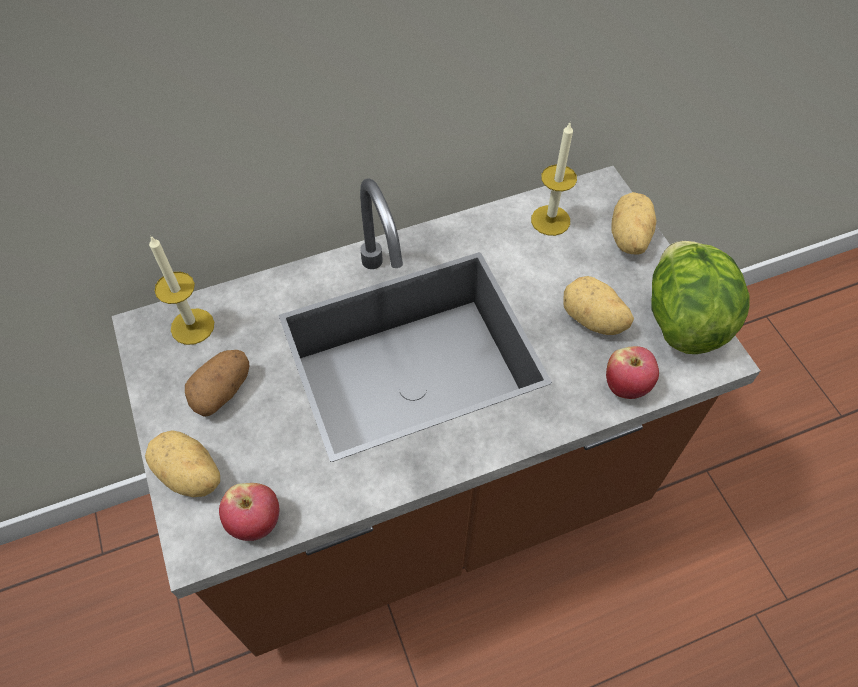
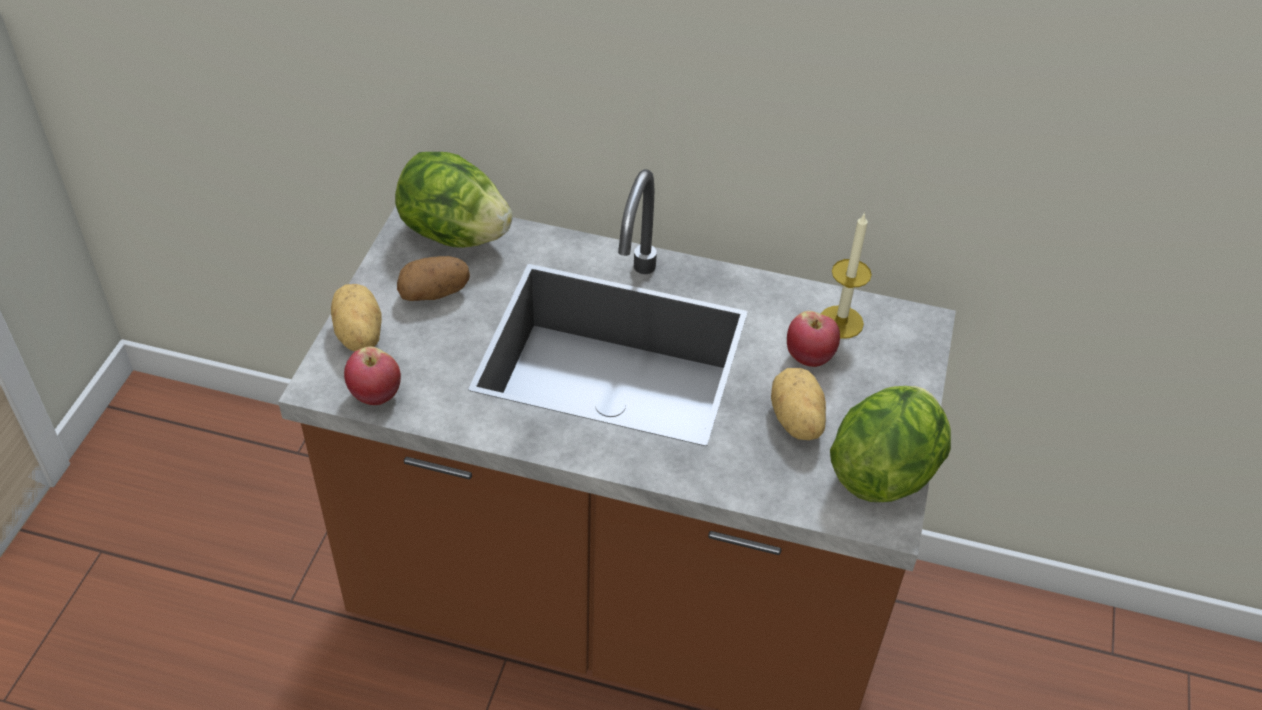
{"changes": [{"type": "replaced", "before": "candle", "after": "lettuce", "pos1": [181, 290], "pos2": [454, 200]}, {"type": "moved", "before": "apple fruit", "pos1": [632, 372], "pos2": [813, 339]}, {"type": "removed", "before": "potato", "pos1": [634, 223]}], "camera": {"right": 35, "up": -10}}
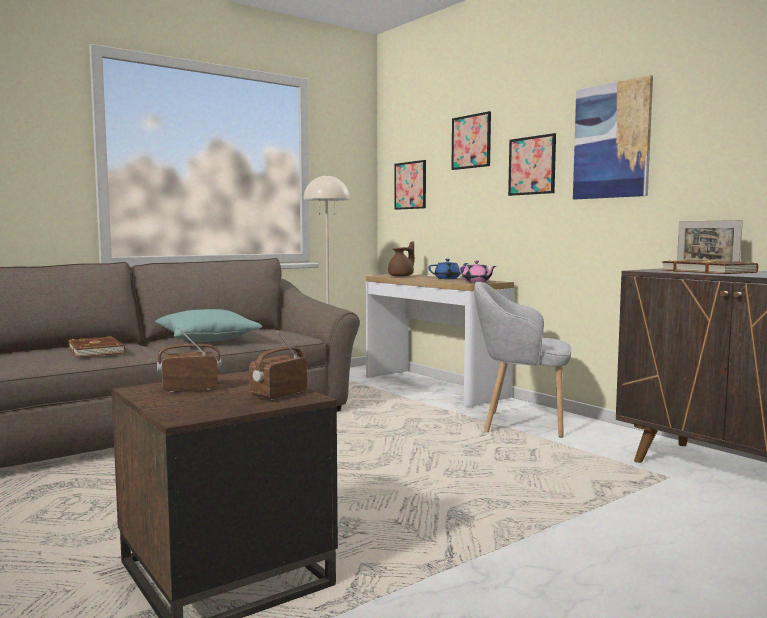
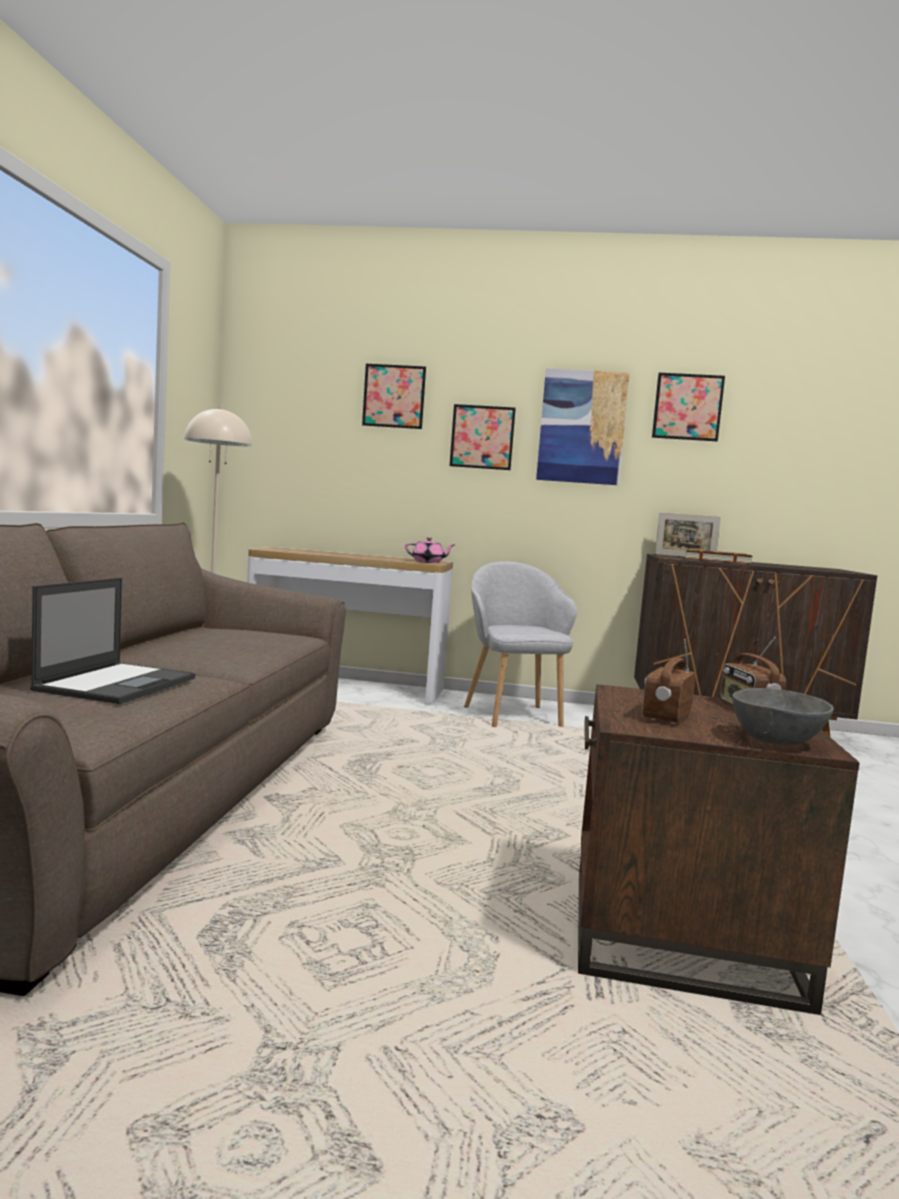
{"changes": [{"type": "replaced", "before": "brownish volume", "after": "portable computer", "pos1": [97, 347], "pos2": [112, 641]}, {"type": "removed", "before": "turquoise cushion", "pos1": [208, 325]}, {"type": "removed", "before": "brownish pot for tea", "pos1": [401, 259]}, {"type": "moved", "before": "wall art", "pos1": [410, 185], "pos2": [688, 407]}, {"type": "removed", "before": "blue-coloured pot for tea", "pos1": [448, 269]}, {"type": "turned", "before": "gray armchair", "pos1": [522, 360], "pos2": [520, 644], "turn": 105}, {"type": "added", "after": "gray serving bowl", "pos2": [783, 717]}], "camera": {"right": -45, "up": 0}}
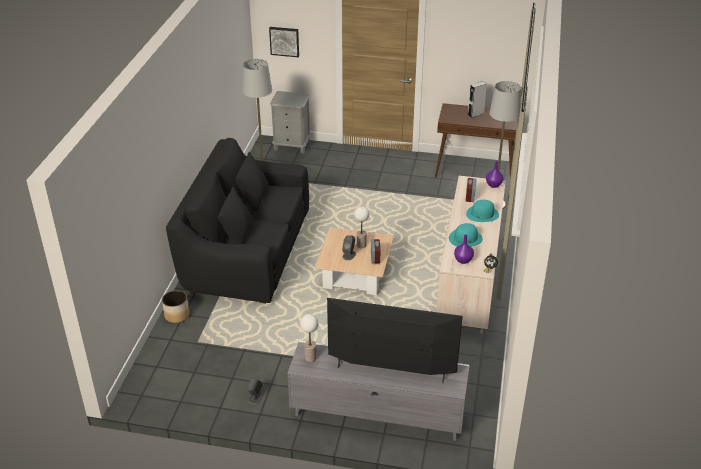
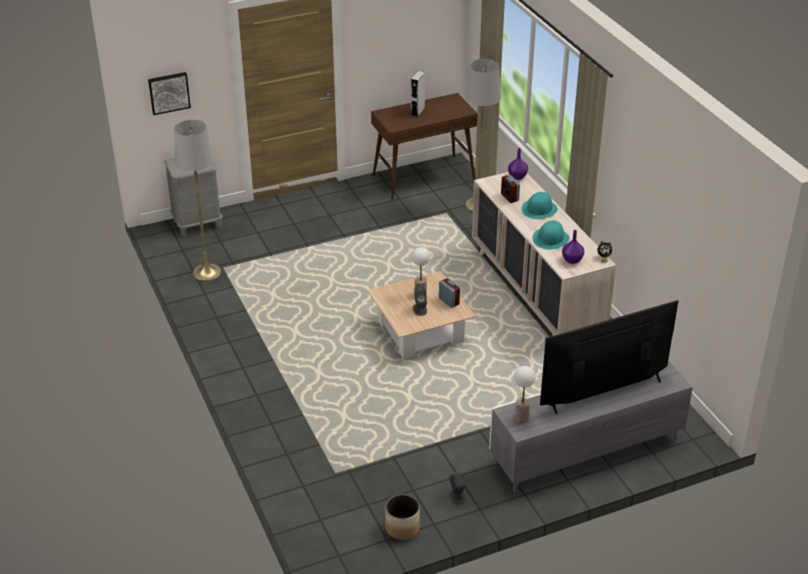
{"changes": [{"type": "moved", "before": "planter", "pos1": [175, 306], "pos2": [402, 517]}, {"type": "removed", "before": "black-coloured sofa", "pos1": [237, 220]}], "camera": {"right": -35, "up": 0}}
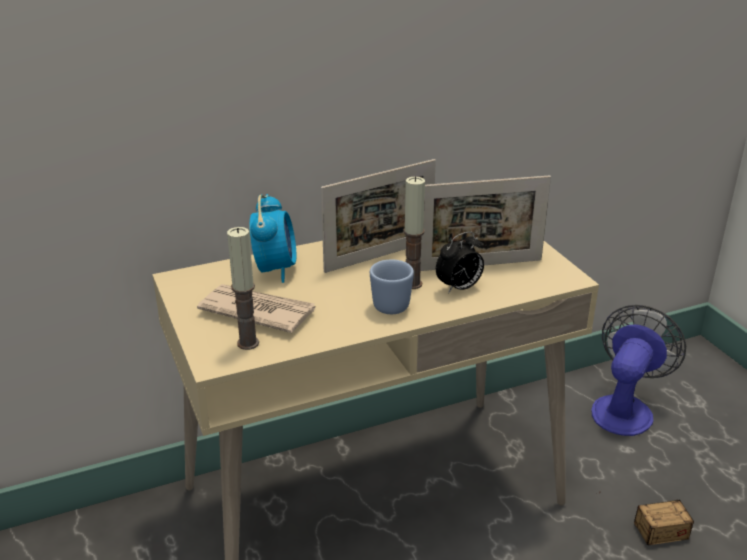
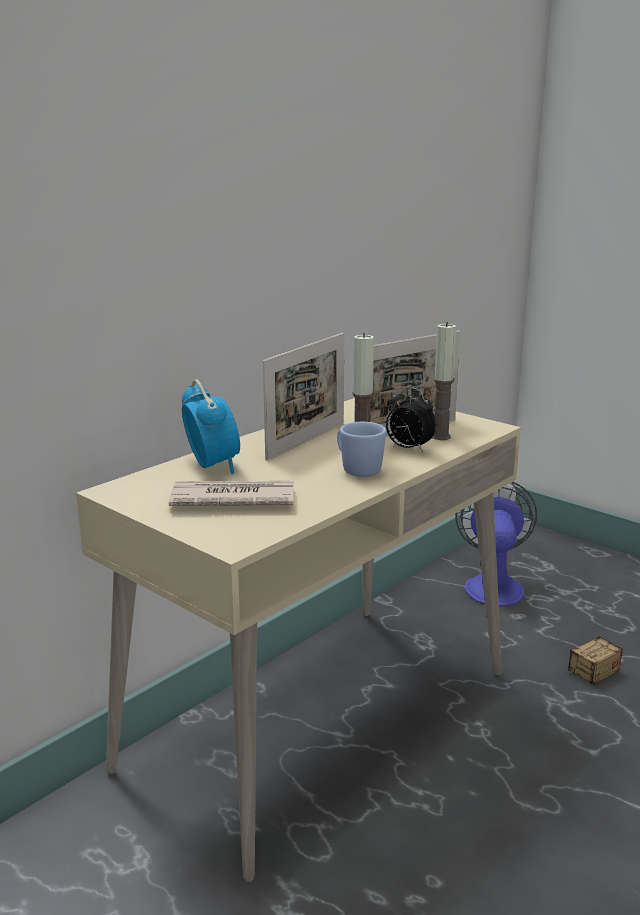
{"changes": [{"type": "moved", "before": "candle", "pos1": [243, 288], "pos2": [444, 381]}, {"type": "turned", "before": "bedside clock", "pos1": [460, 263], "pos2": [411, 419], "turn": 90}], "camera": {"right": -25, "up": -10}}
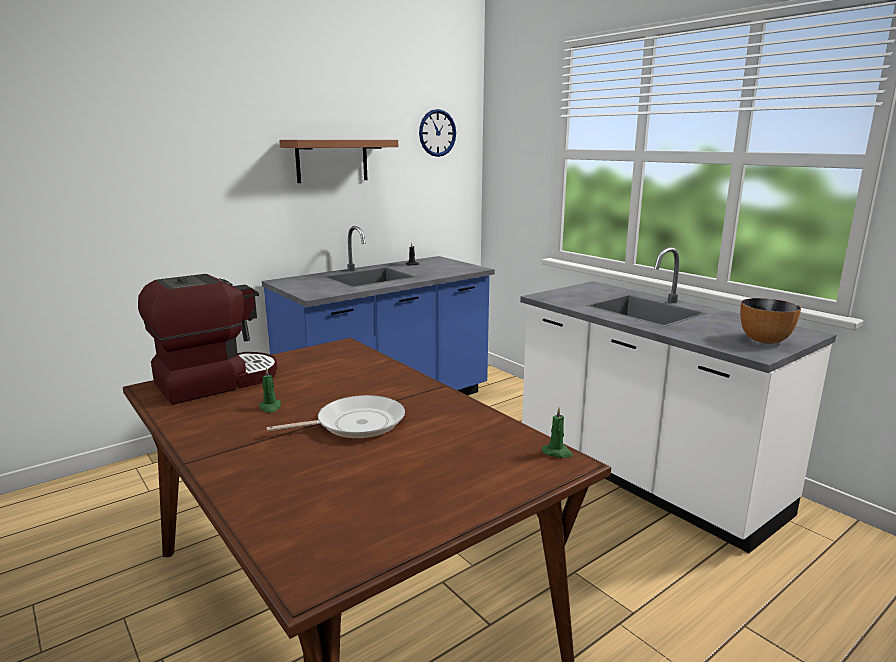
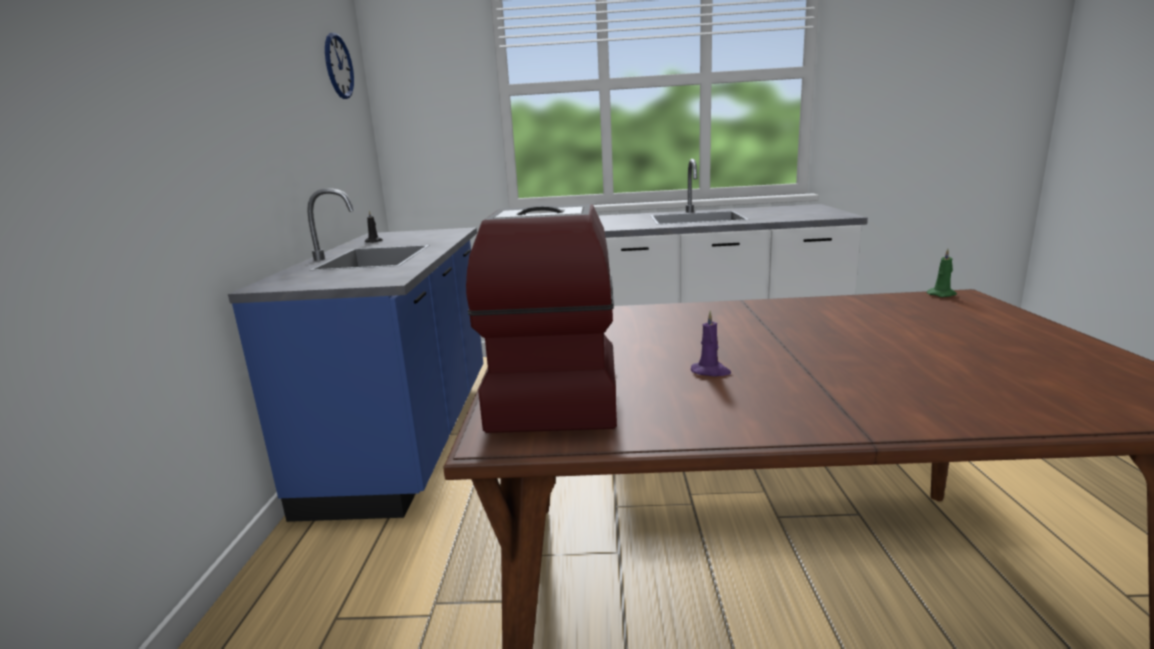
{"changes": [{"type": "recoloured", "before": "greenish candle", "after": "purple candle", "pos1": [270, 390], "pos2": [711, 343]}, {"type": "removed", "before": "skillet", "pos1": [336, 416]}, {"type": "removed", "before": "bracket shelf", "pos1": [338, 161]}, {"type": "removed", "before": "serving bowl", "pos1": [770, 321]}], "camera": {"right": -50, "up": 0}}
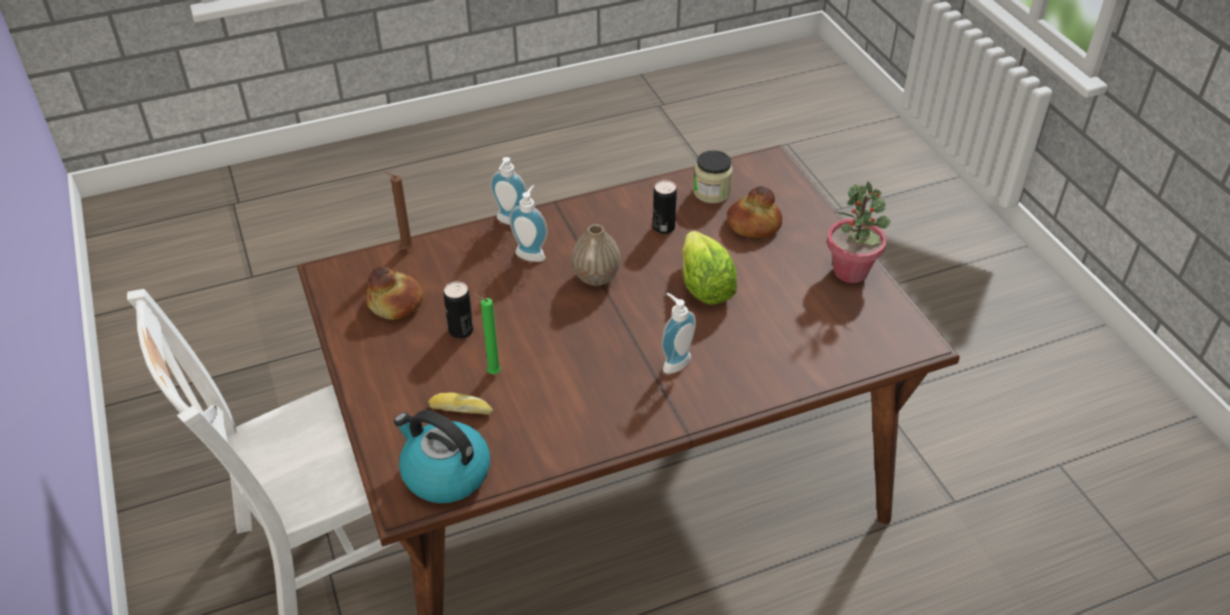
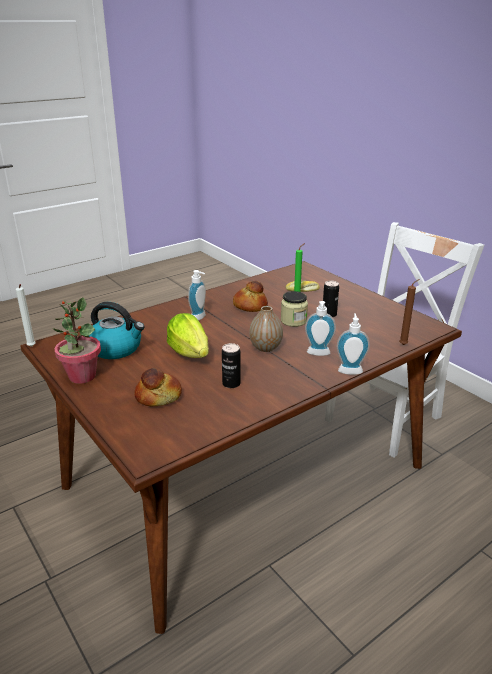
{"changes": [{"type": "moved", "before": "baked bread", "pos1": [395, 293], "pos2": [250, 296]}, {"type": "moved", "before": "water kettle", "pos1": [442, 456], "pos2": [116, 330]}, {"type": "moved", "before": "jar", "pos1": [713, 176], "pos2": [294, 309]}, {"type": "added", "after": "white-coloured candle", "pos2": [26, 315]}], "camera": {"right": 165, "up": -15}}
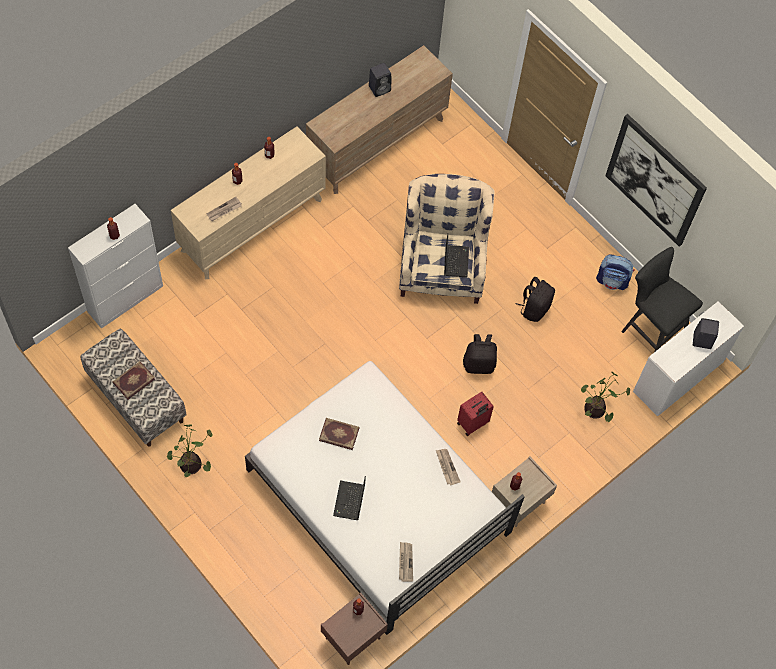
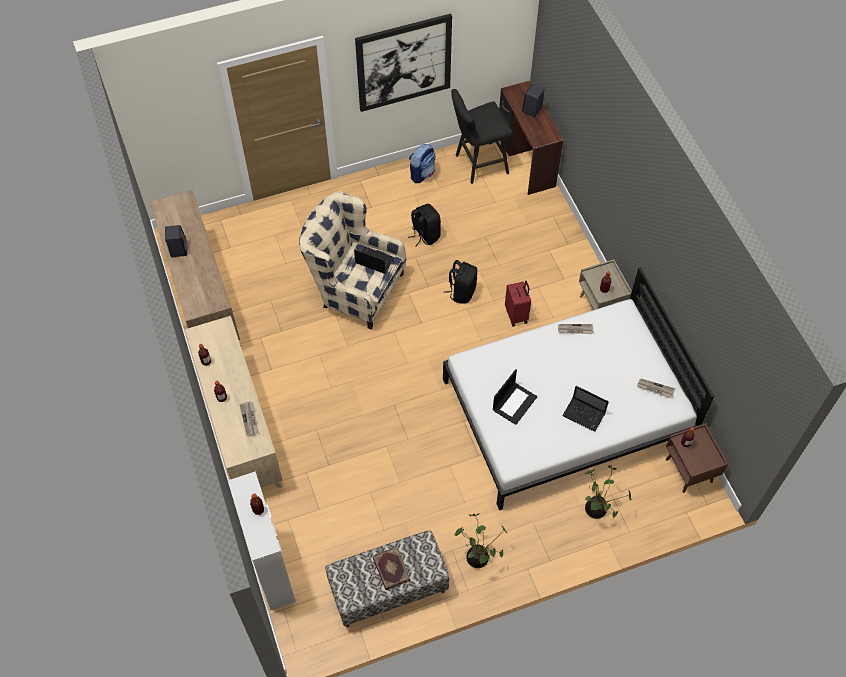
{"changes": [{"type": "replaced", "before": "volume", "after": "portable computer", "pos1": [339, 434], "pos2": [515, 397]}, {"type": "moved", "before": "plant in a pot", "pos1": [605, 396], "pos2": [608, 492]}, {"type": "recoloured", "before": "white-coloured desk table", "after": "brownish desk table", "pos1": [688, 358], "pos2": [531, 137]}], "camera": {"right": -65, "up": -5}}
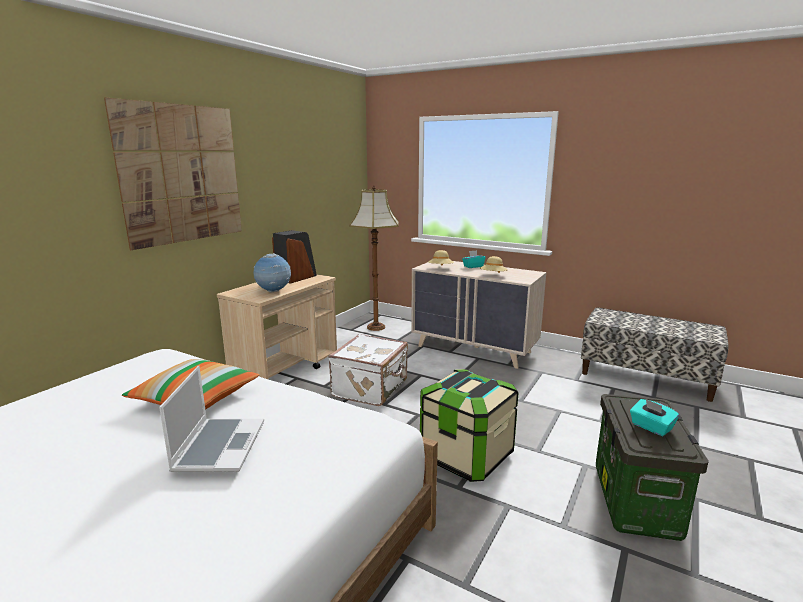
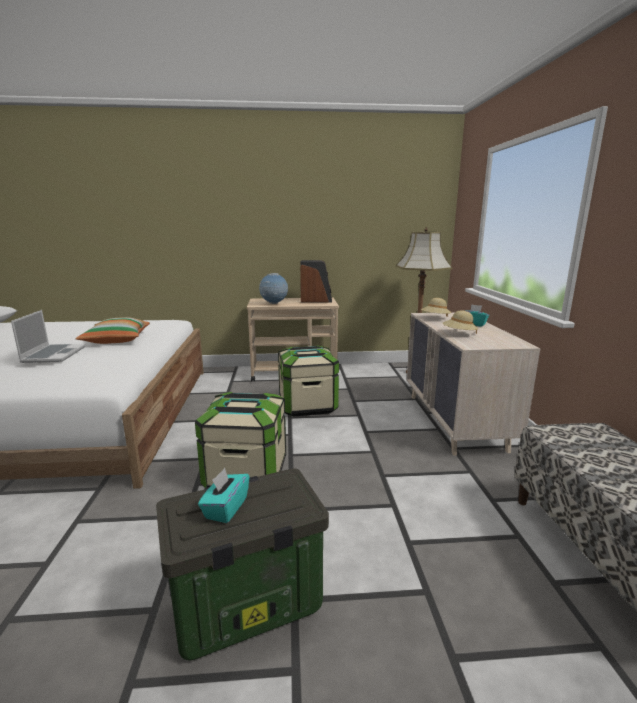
{"changes": [{"type": "removed", "before": "wall art", "pos1": [173, 173]}, {"type": "turned", "before": "portable computer", "pos1": [211, 419], "pos2": [48, 336], "turn": -60}, {"type": "replaced", "before": "white-coloured travel case", "after": "storage container", "pos1": [368, 370], "pos2": [308, 381]}], "camera": {"right": 55, "up": 0}}
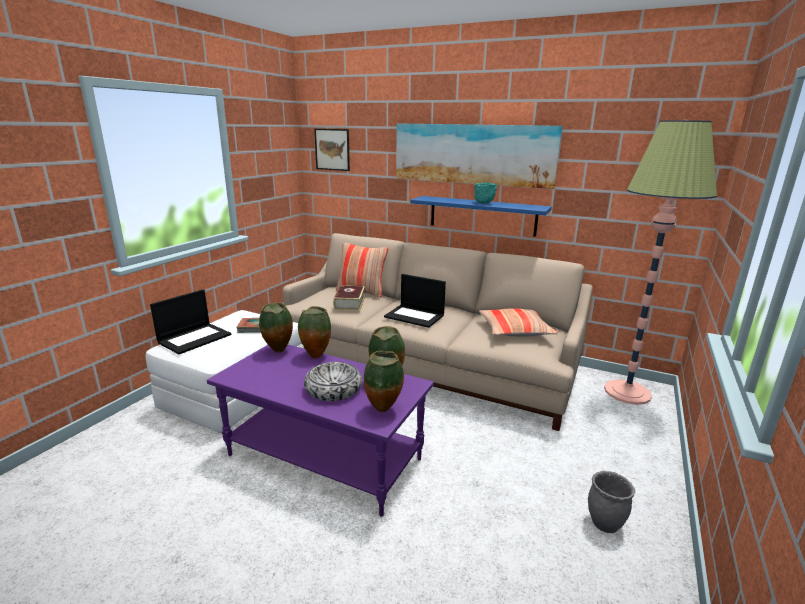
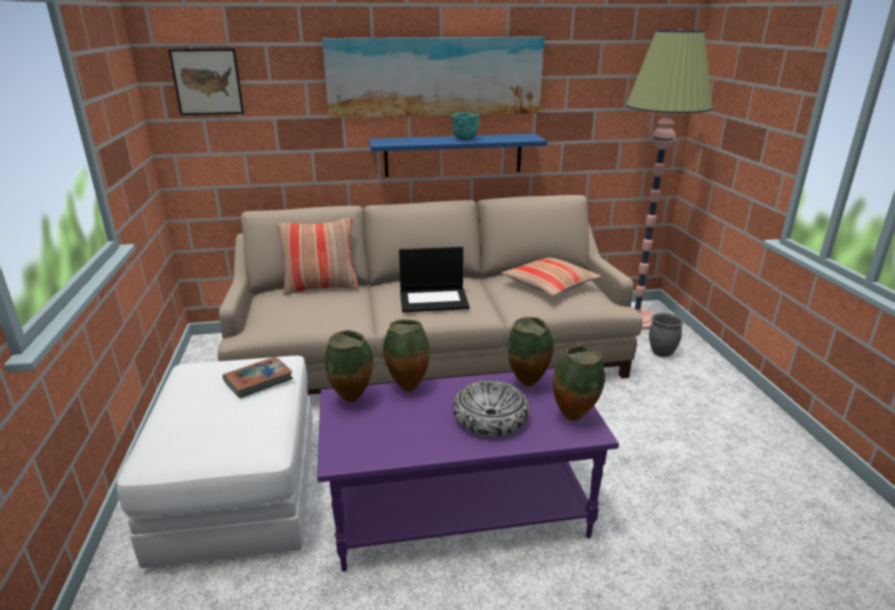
{"changes": [{"type": "removed", "before": "portable computer", "pos1": [190, 321]}, {"type": "removed", "before": "volume", "pos1": [349, 297]}, {"type": "moved", "before": "gray planter", "pos1": [611, 502], "pos2": [666, 334]}], "camera": {"right": -35, "up": 5}}
